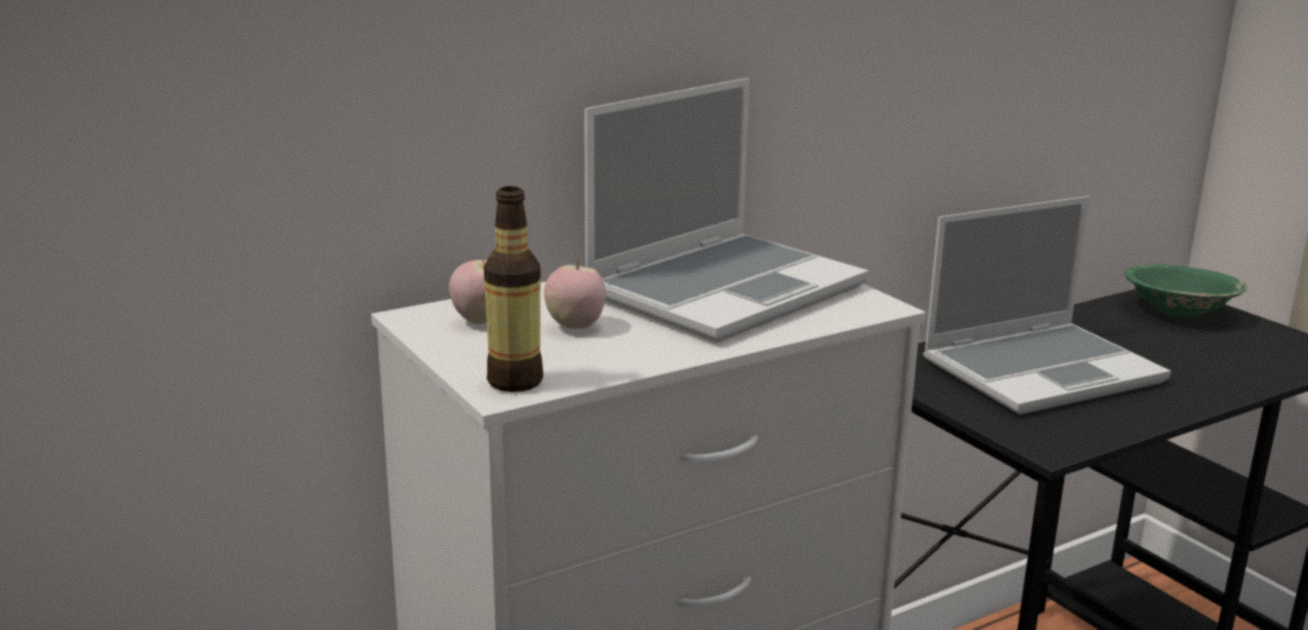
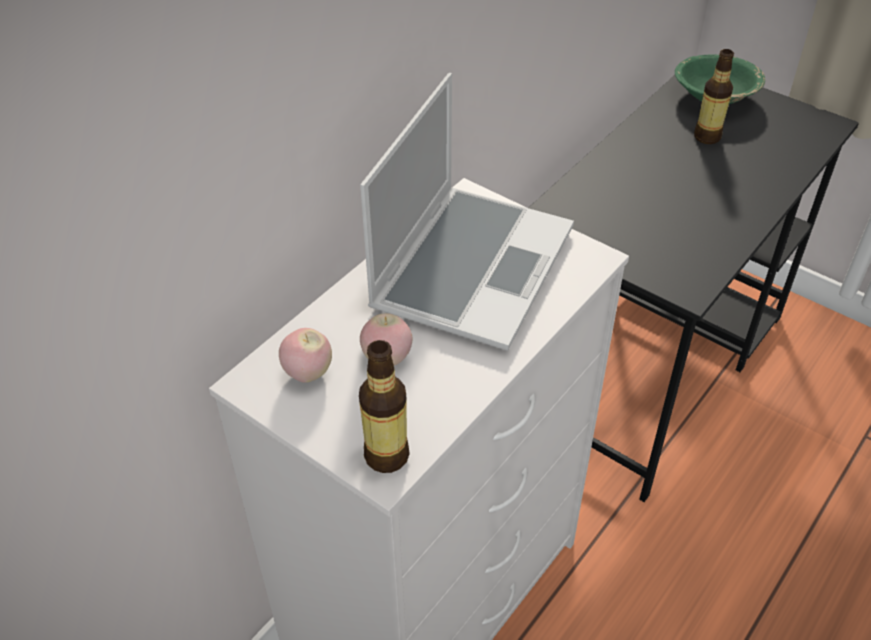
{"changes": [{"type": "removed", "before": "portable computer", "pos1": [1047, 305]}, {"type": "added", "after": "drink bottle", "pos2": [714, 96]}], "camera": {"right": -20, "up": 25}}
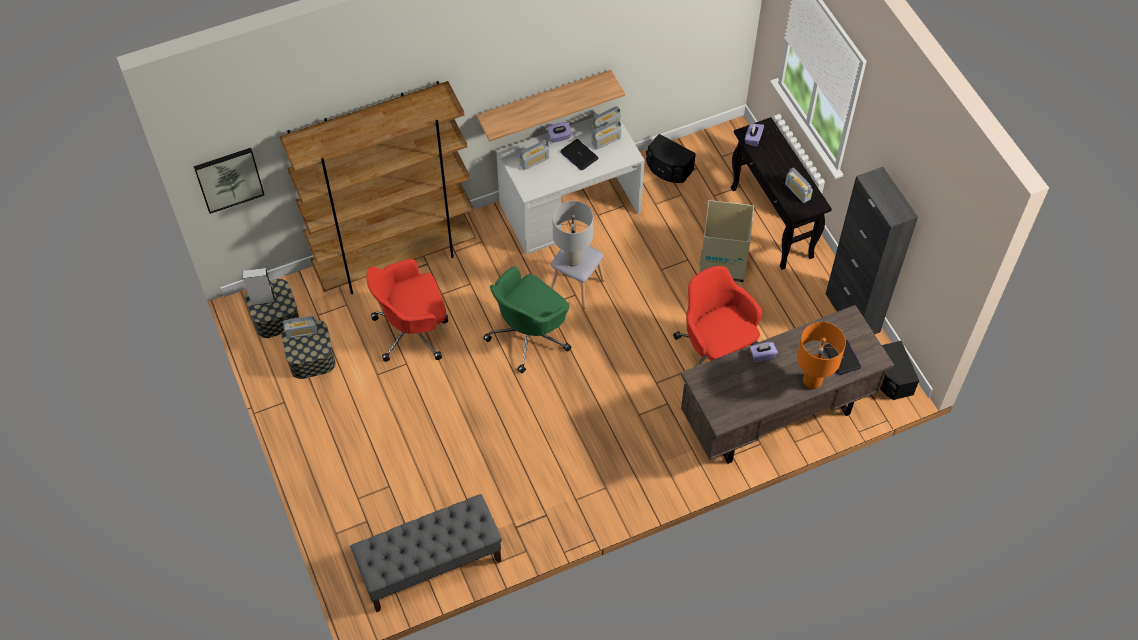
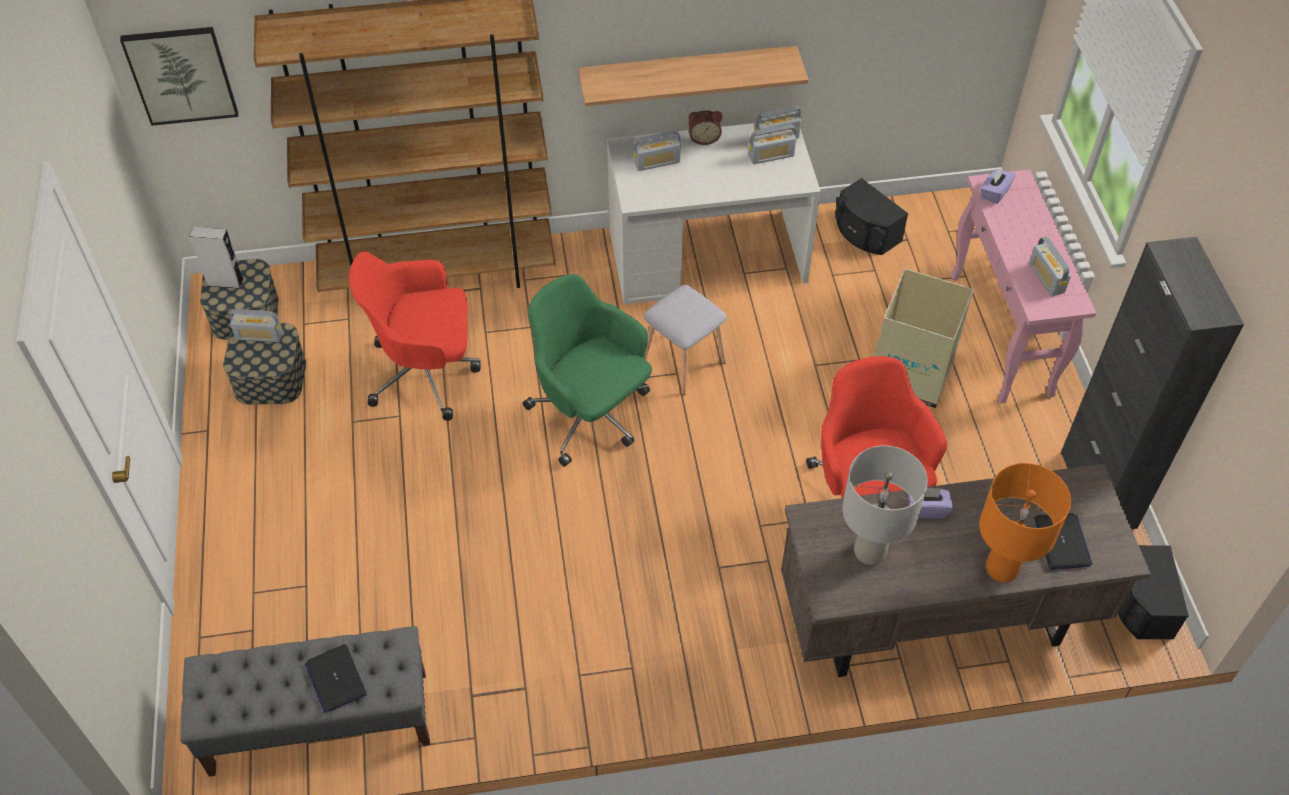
{"changes": [{"type": "turned", "before": "greenish computer chair", "pos1": [527, 320], "pos2": [587, 370], "turn": 75}, {"type": "replaced", "before": "purple box of tissues", "after": "bedside clock", "pos1": [559, 132], "pos2": [706, 127]}, {"type": "moved", "before": "gray table lamp", "pos1": [573, 233], "pos2": [885, 505]}, {"type": "moved", "before": "portable computer", "pos1": [579, 155], "pos2": [336, 678]}, {"type": "recoloured", "before": "black-coloured console table", "after": "pink-coloured console table", "pos1": [781, 193], "pos2": [1023, 286]}], "camera": {"right": 15, "up": -5}}
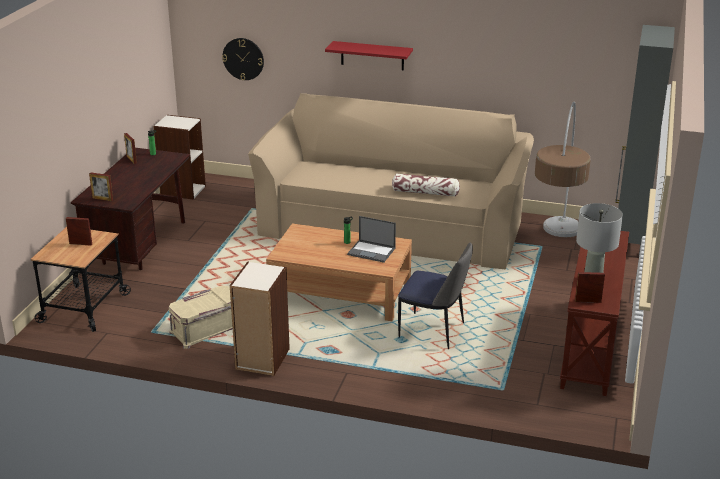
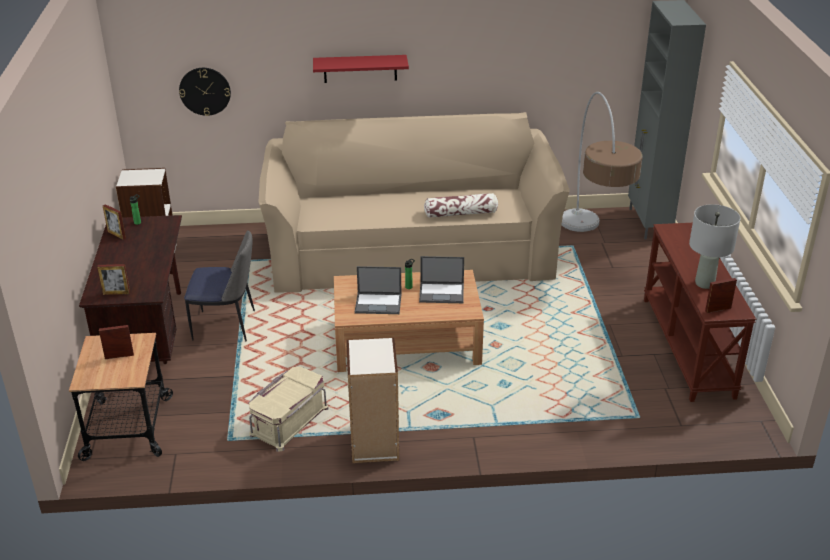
{"changes": [{"type": "moved", "before": "upright chair", "pos1": [435, 295], "pos2": [219, 285]}, {"type": "added", "after": "portable computer", "pos2": [378, 290]}], "camera": {"right": -20, "up": 5}}
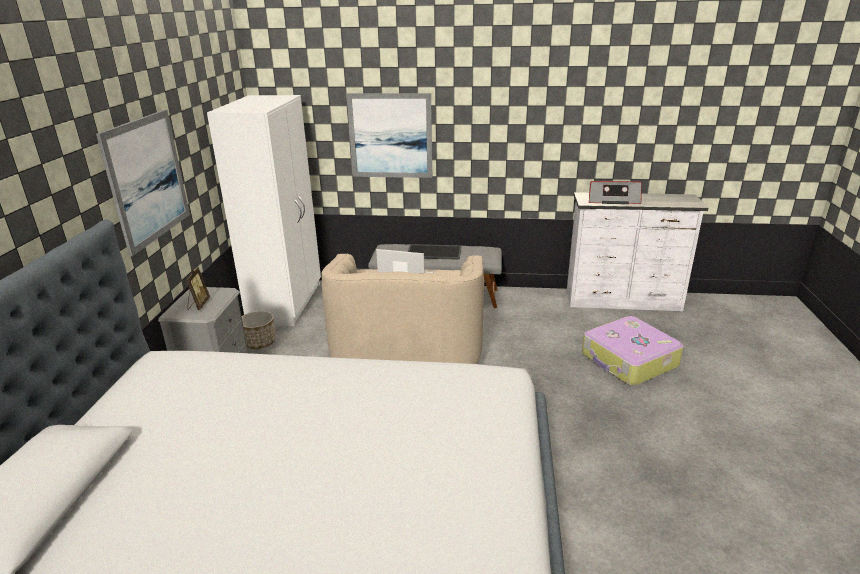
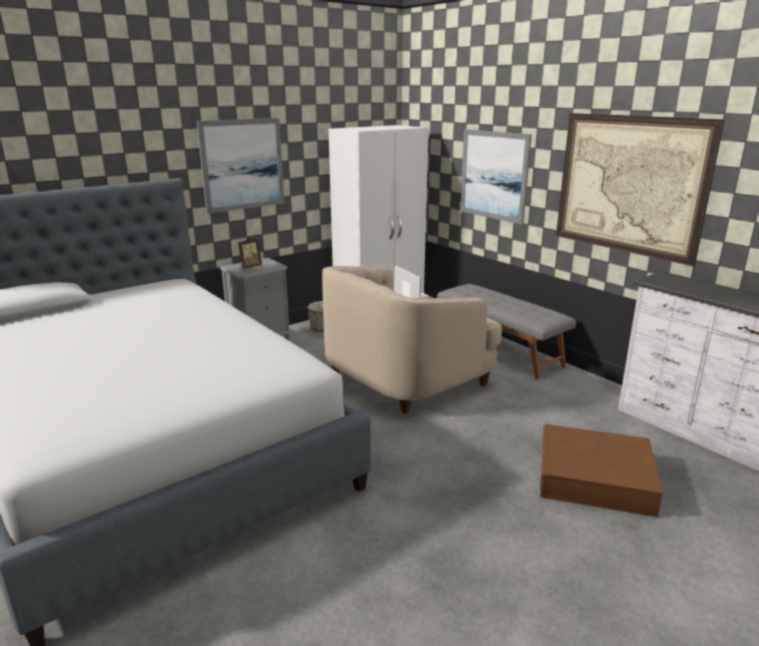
{"changes": [{"type": "removed", "before": "carrying tray", "pos1": [434, 252]}, {"type": "replaced", "before": "travel case", "after": "brownish storage container", "pos1": [633, 351], "pos2": [601, 470]}, {"type": "removed", "before": "radio set", "pos1": [615, 192]}, {"type": "added", "after": "wall art", "pos2": [640, 189]}], "camera": {"right": 45, "up": -5}}
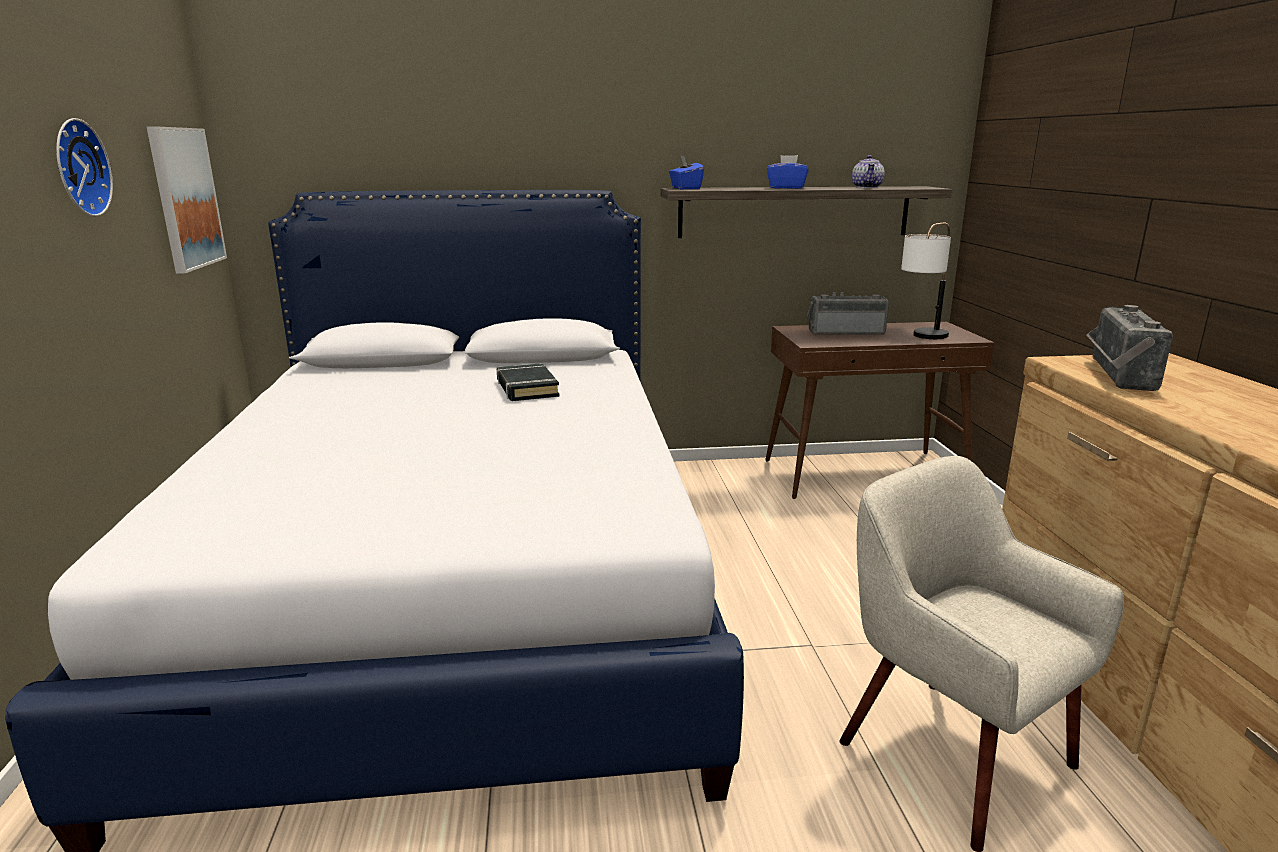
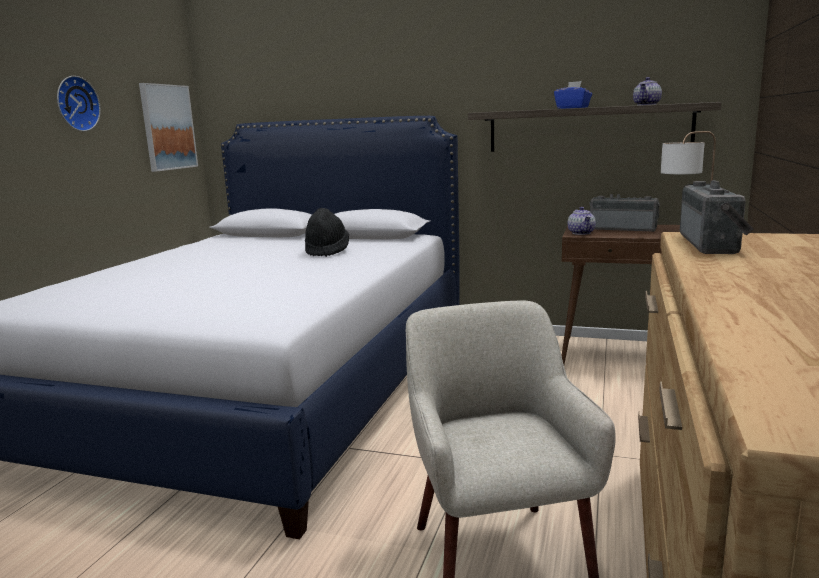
{"changes": [{"type": "replaced", "before": "black-coloured volume", "after": "black-coloured wearable hat", "pos1": [528, 382], "pos2": [327, 232]}, {"type": "removed", "before": "blue-coloured box of tissues", "pos1": [686, 172]}, {"type": "turned", "before": "radio set", "pos1": [1130, 348], "pos2": [717, 217], "turn": 150}, {"type": "added", "after": "pot for tea", "pos2": [582, 221]}], "camera": {"right": 25, "up": -5}}
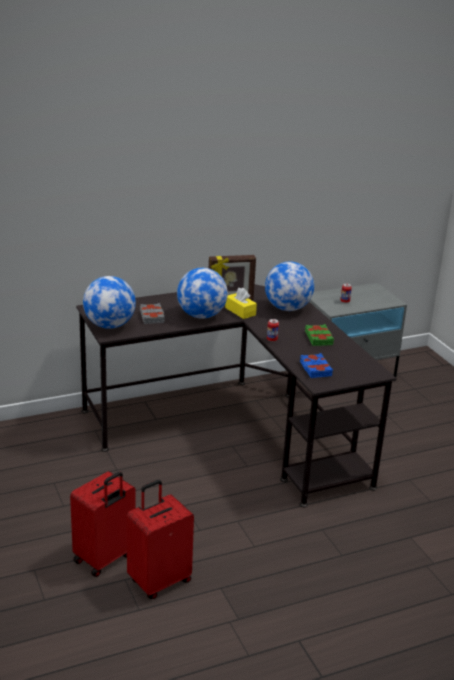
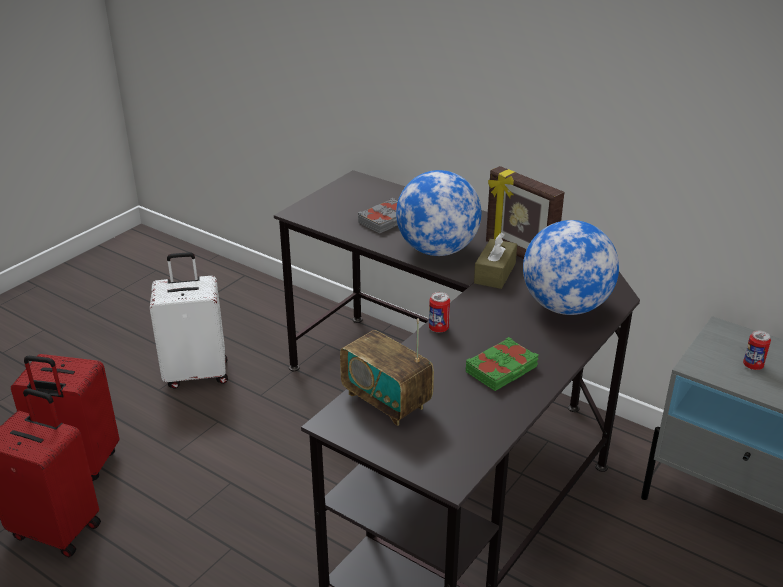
{"changes": [{"type": "removed", "before": "globe", "pos1": [109, 302]}, {"type": "recoloured", "before": "yellowish box of tissues", "after": "brownish box of tissues", "pos1": [241, 303], "pos2": [495, 260]}, {"type": "replaced", "before": "blue-coloured volume", "after": "radio set", "pos1": [316, 365], "pos2": [387, 372]}, {"type": "added", "after": "white-coloured travel case", "pos2": [189, 320]}], "camera": {"right": 60, "up": 5}}
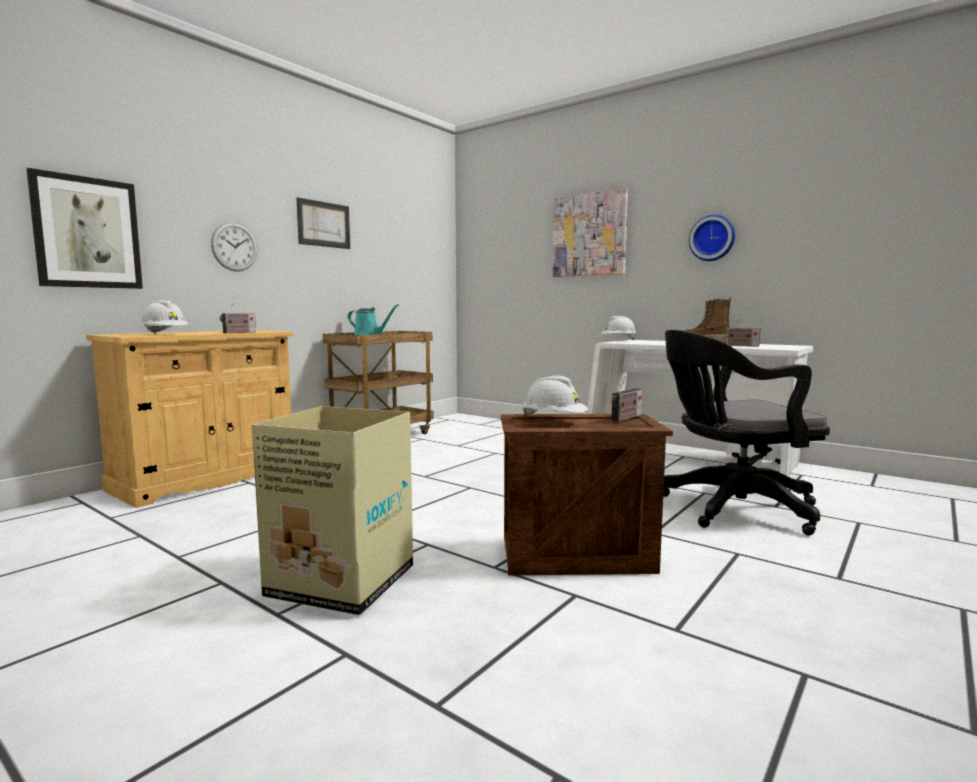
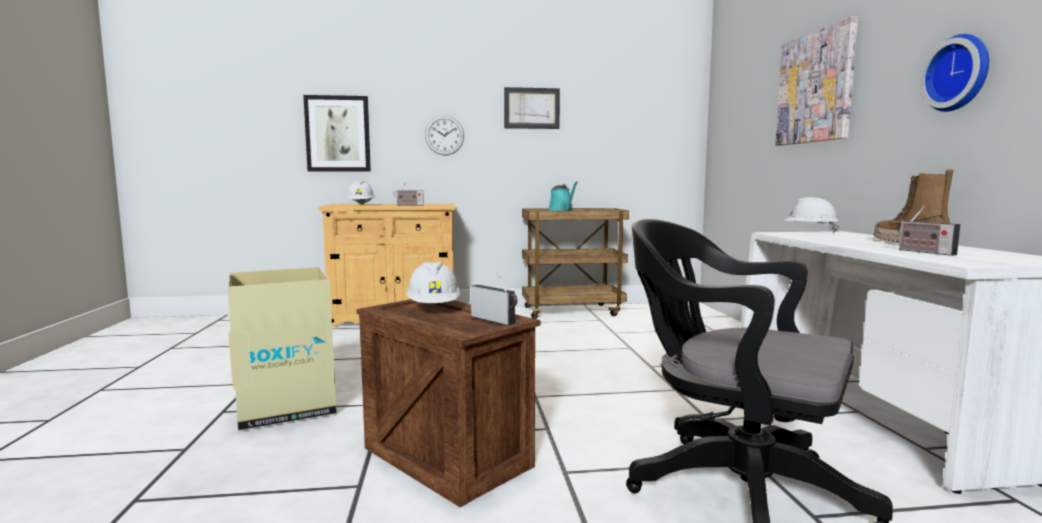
{"changes": [{"type": "turned", "before": "radio set", "pos1": [626, 399], "pos2": [494, 298], "turn": -135}], "camera": {"right": 45, "up": 0}}
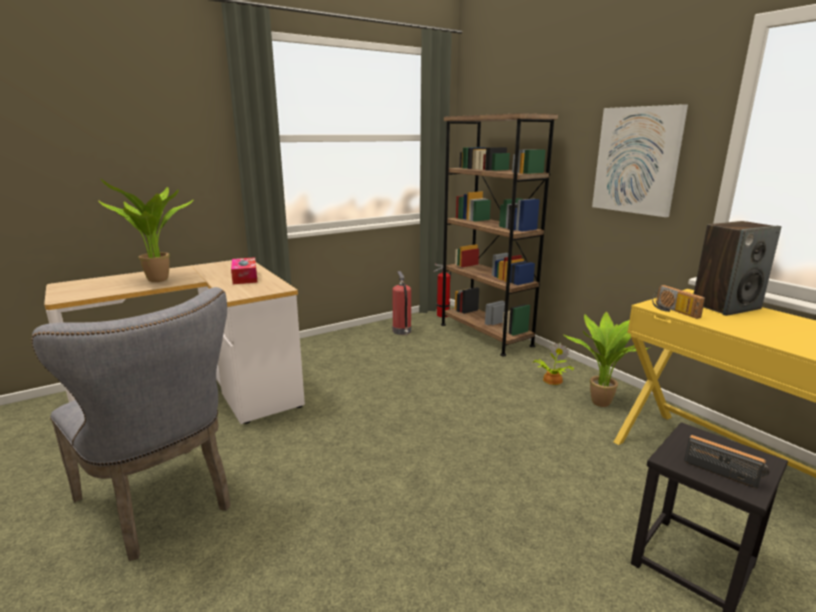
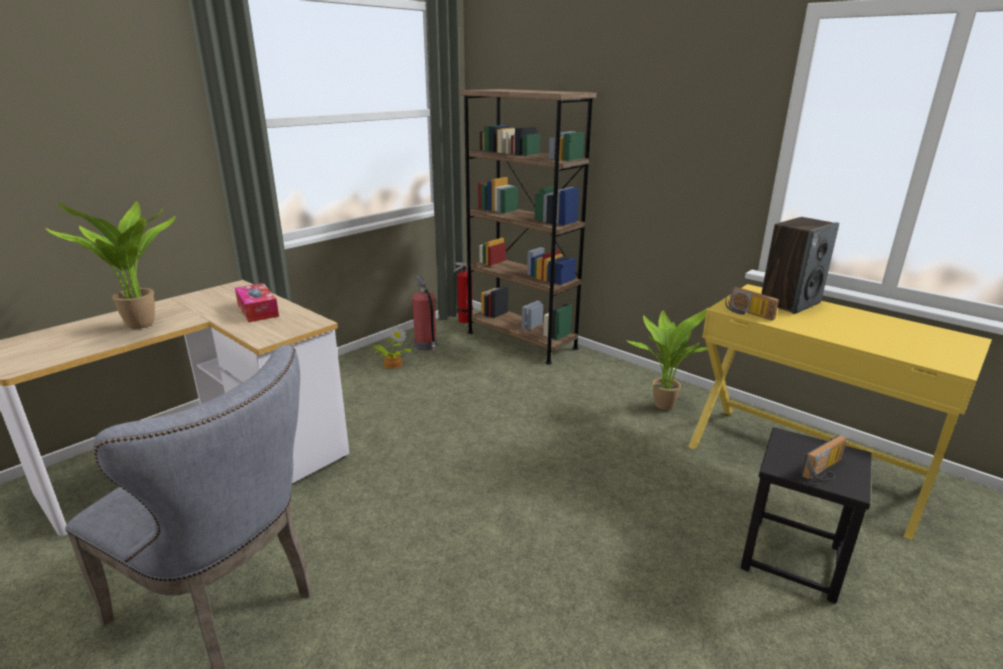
{"changes": [{"type": "moved", "before": "plant in a pot", "pos1": [553, 363], "pos2": [391, 347]}, {"type": "removed", "before": "wall art", "pos1": [640, 160]}, {"type": "turned", "before": "radio set", "pos1": [727, 461], "pos2": [824, 459], "turn": 120}], "camera": {"right": -15, "up": 5}}
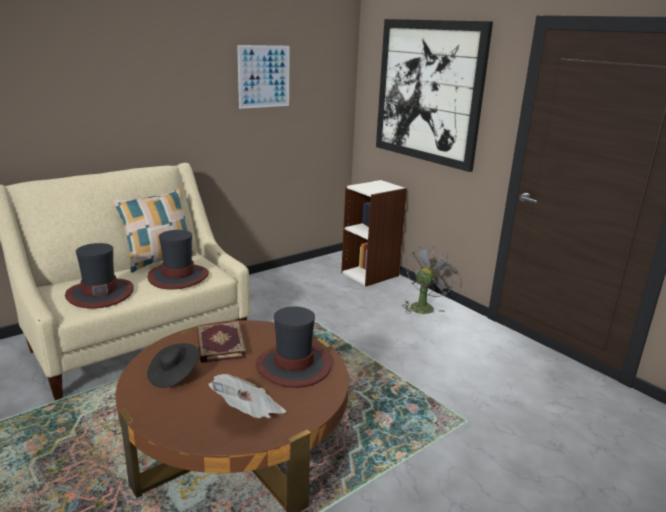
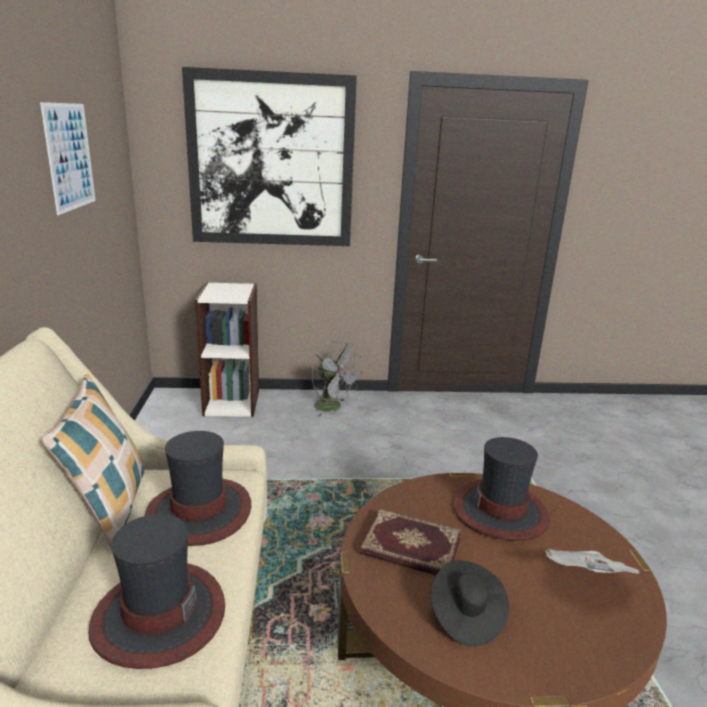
{"changes": [{"type": "turned", "before": "gray cooling fan", "pos1": [429, 280], "pos2": [337, 378], "turn": 150}], "camera": {"right": -55, "up": 0}}
